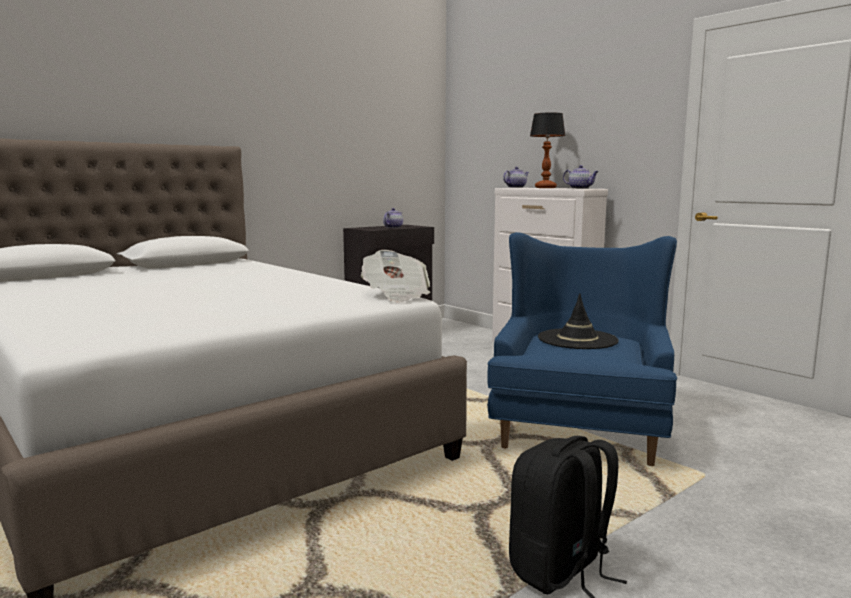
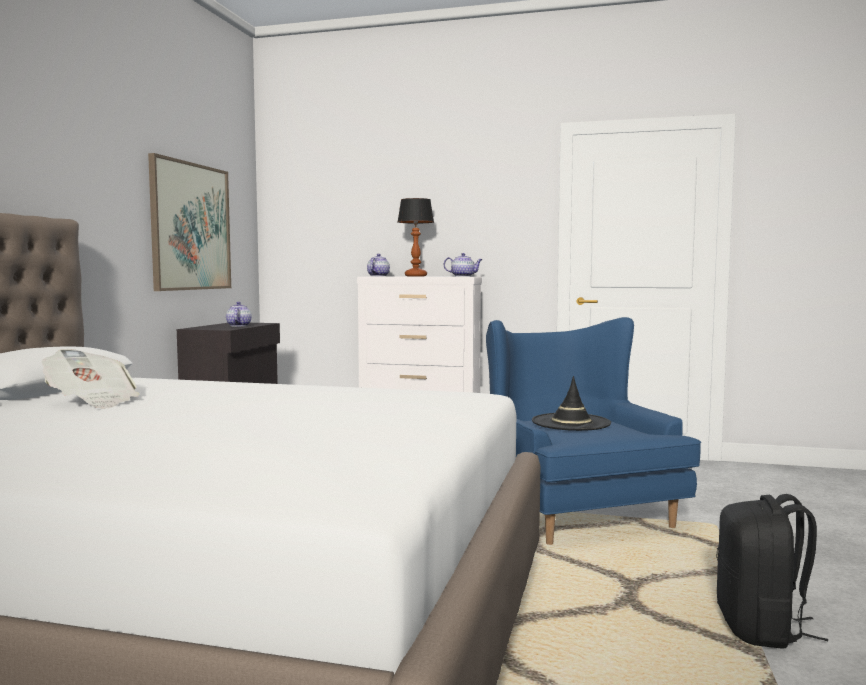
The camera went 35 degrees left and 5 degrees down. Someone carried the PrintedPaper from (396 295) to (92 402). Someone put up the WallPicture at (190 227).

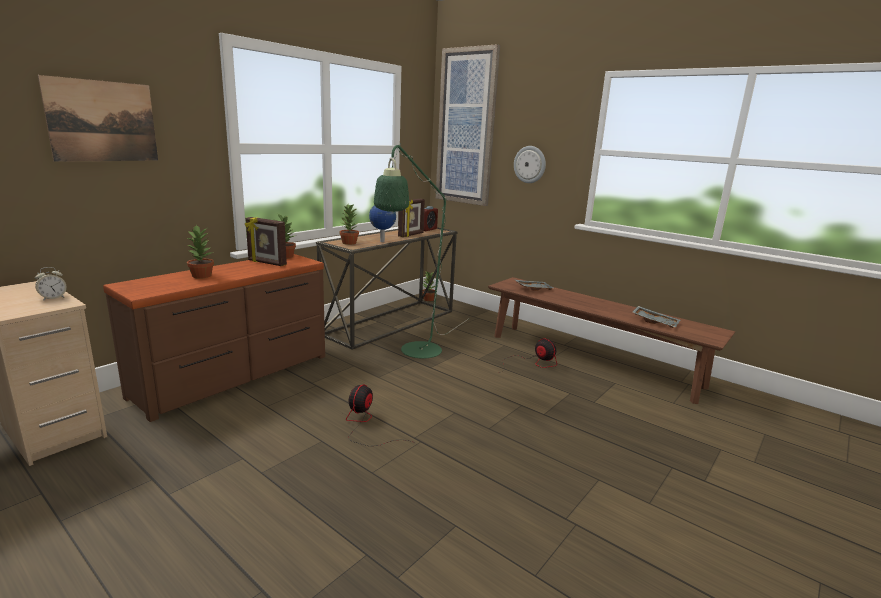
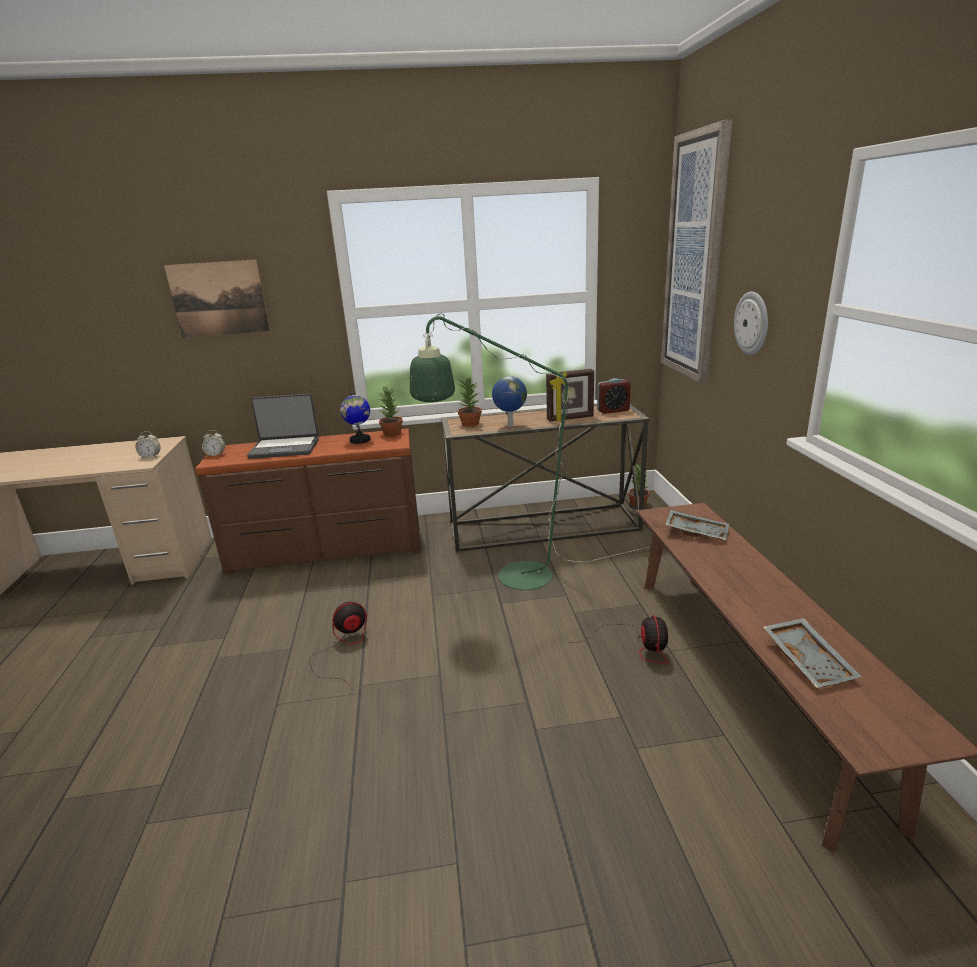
The camera went 45 degrees right and 5 degrees up. Someone put down the BedsideClock at (216 455). Someone swapped the PottedPlant at (202 276) for the NotebookComputer at (285 448). Someone swapped the PhotoFrame at (266 263) for the Globe at (360 440).

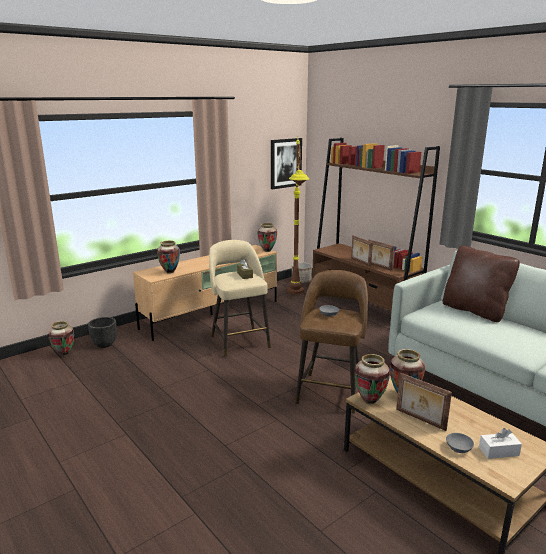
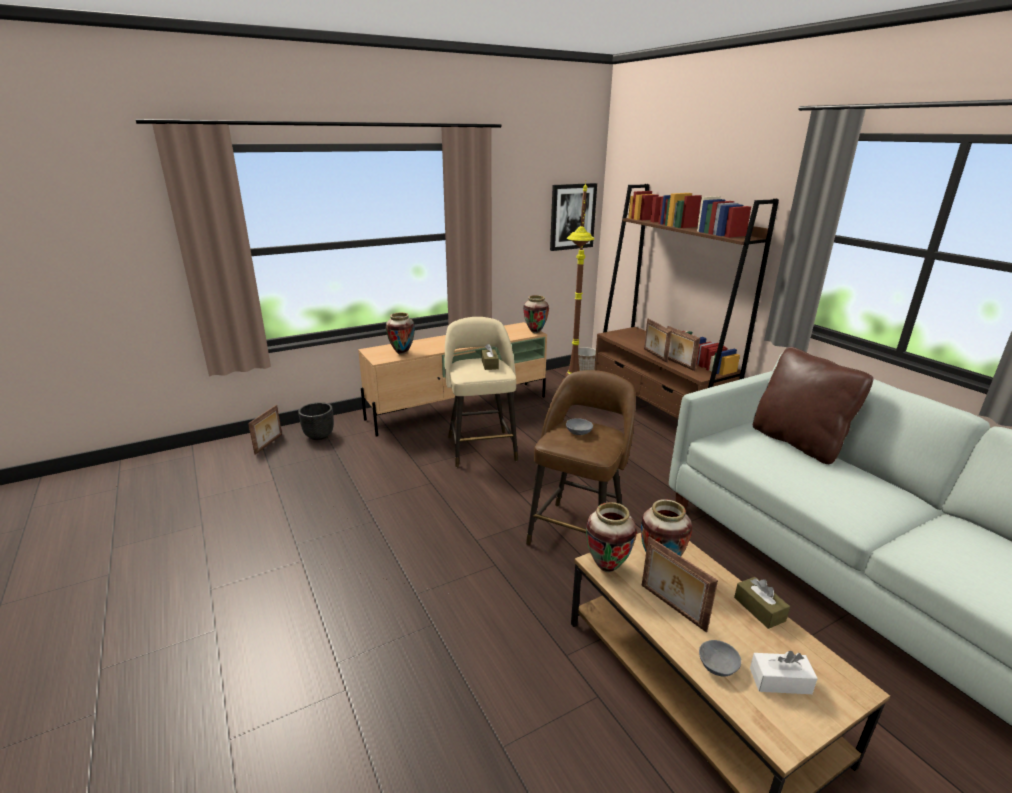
The camera went 10 degrees right and 5 degrees up. Someone swapped the Vase at (64 354) for the PhotoFrame at (269 444). Someone put down the BrownColouredBoxOfTissues at (759 609).

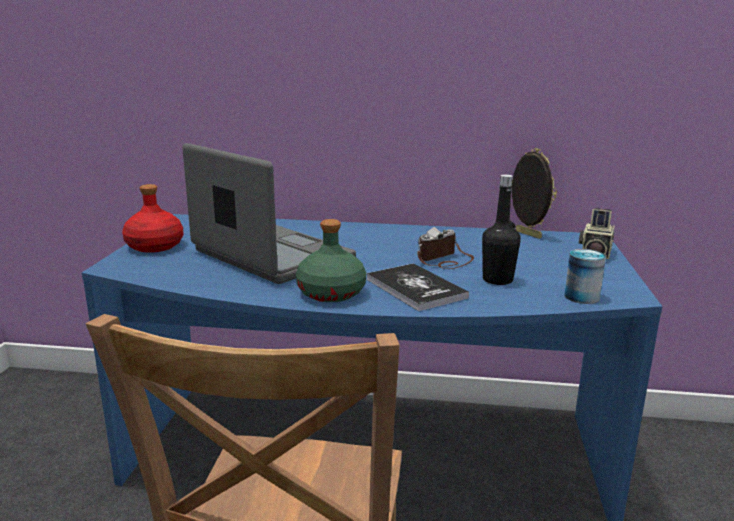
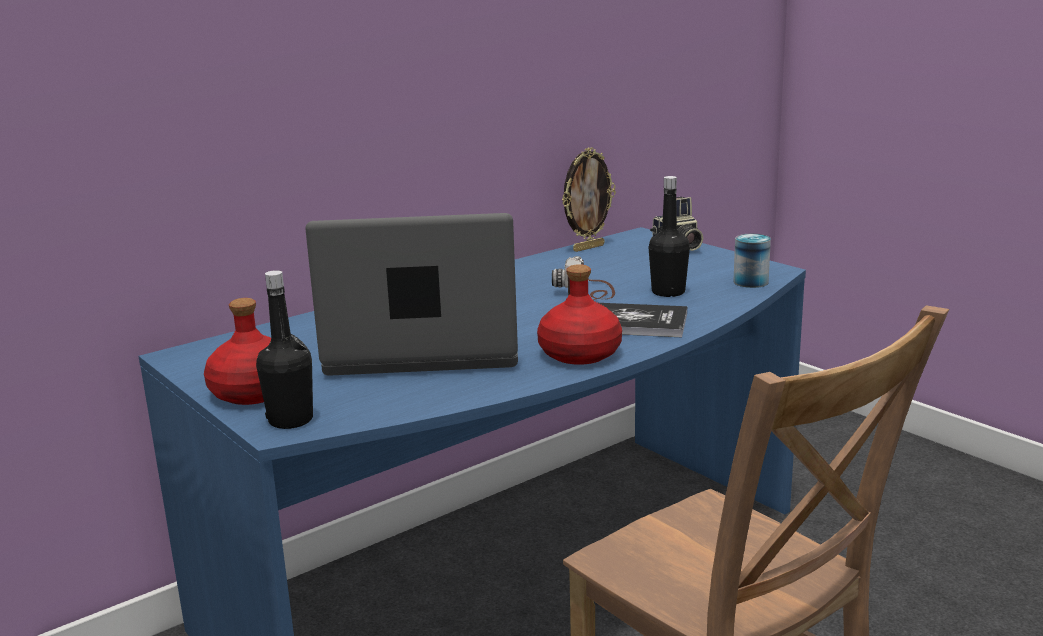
The camera went 45 degrees left and 0 degrees up. Someone put down the BlackColouredBeverageBottle at (291 420). Someone repainted the GreenBeverageBottle at (331 293), which became the ReddishBeverageBottle at (580 354). Someone rotated the PhotoFrame at (527 234) by 135 degrees clockwise.

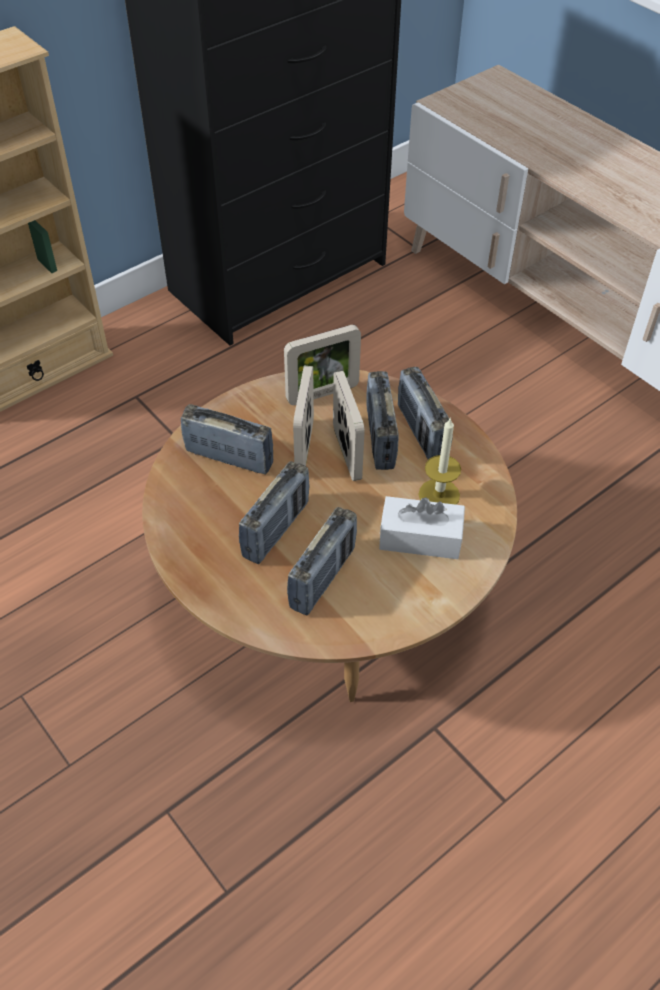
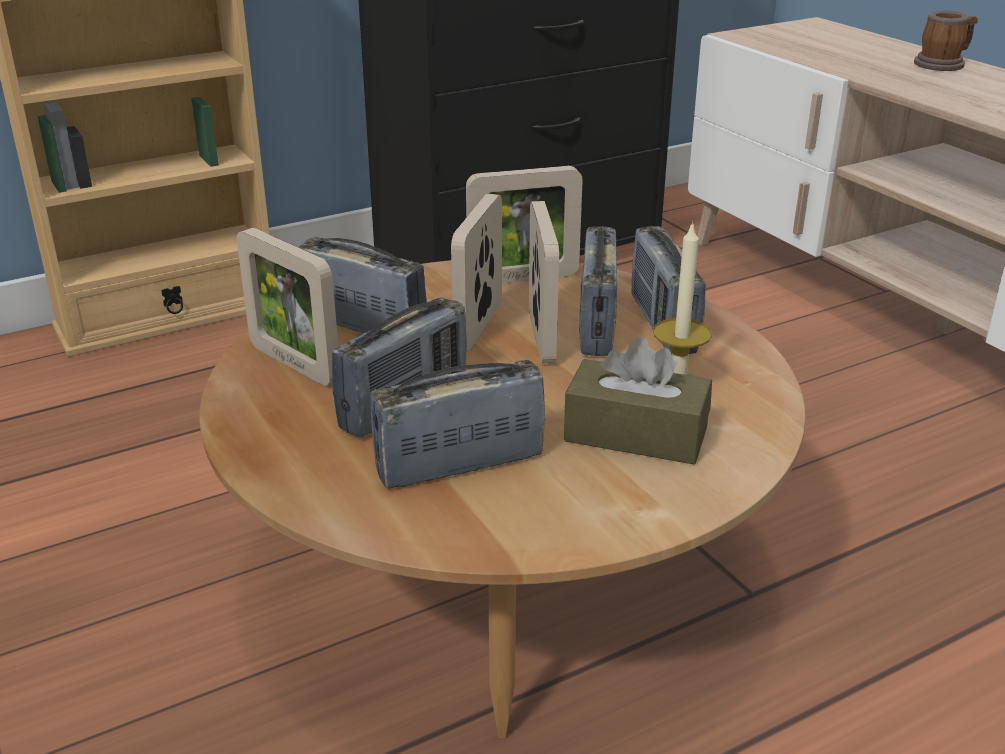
The camera went 10 degrees right and 20 degrees down. Someone put down the PhotoFrame at (294 364). Someone rotated the RadioSet at (323 578) by 150 degrees counterclockwise. Someone repainted the WhitishBoxOfTissues at (420 538), which became the BrownColouredBoxOfTissues at (635 434). Someone put down the Mug at (943 64).

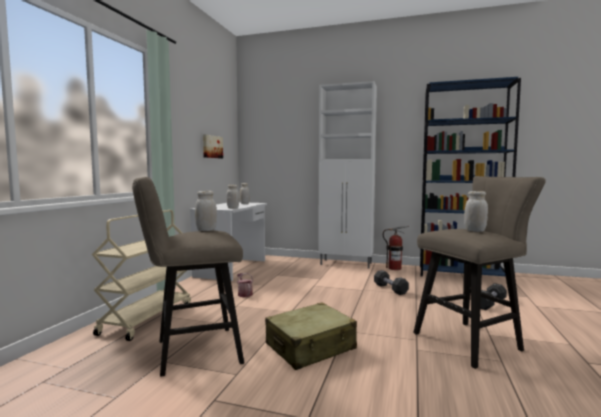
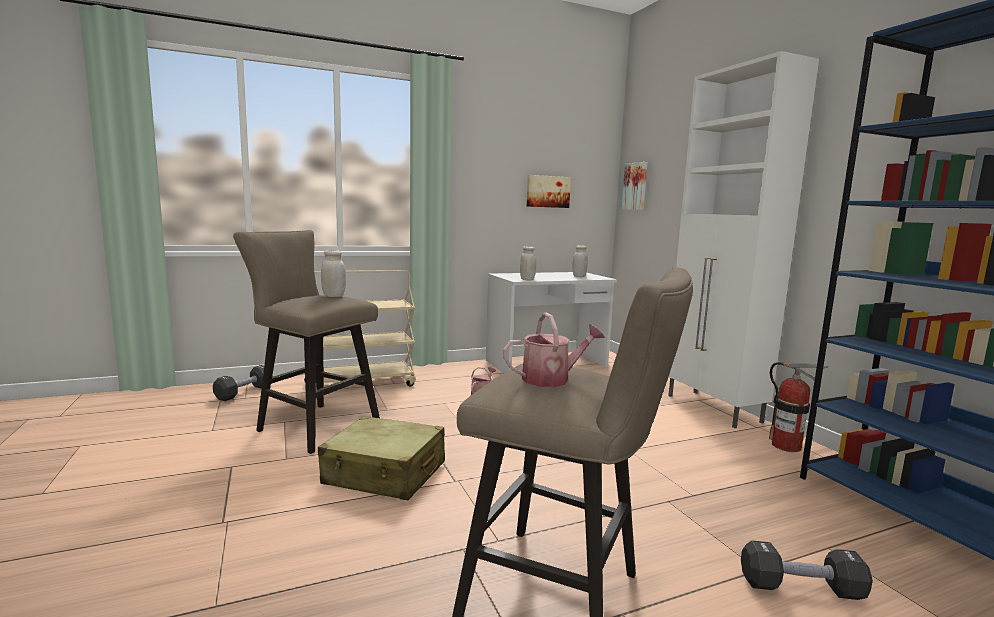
The camera went 50 degrees right and 5 degrees up. Someone carried the BlackColouredHandWeight from (390 289) to (244 392). Someone swapped the WhitishStorageJar at (475 231) for the WateringPot at (552 379). Someone put up the WallPicture at (636 186).

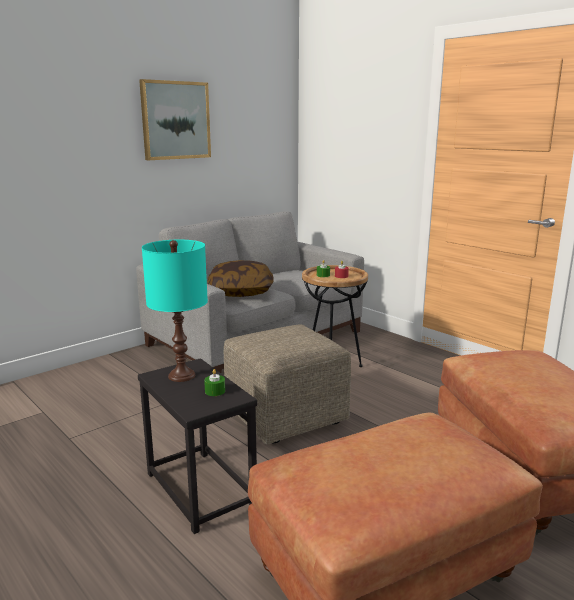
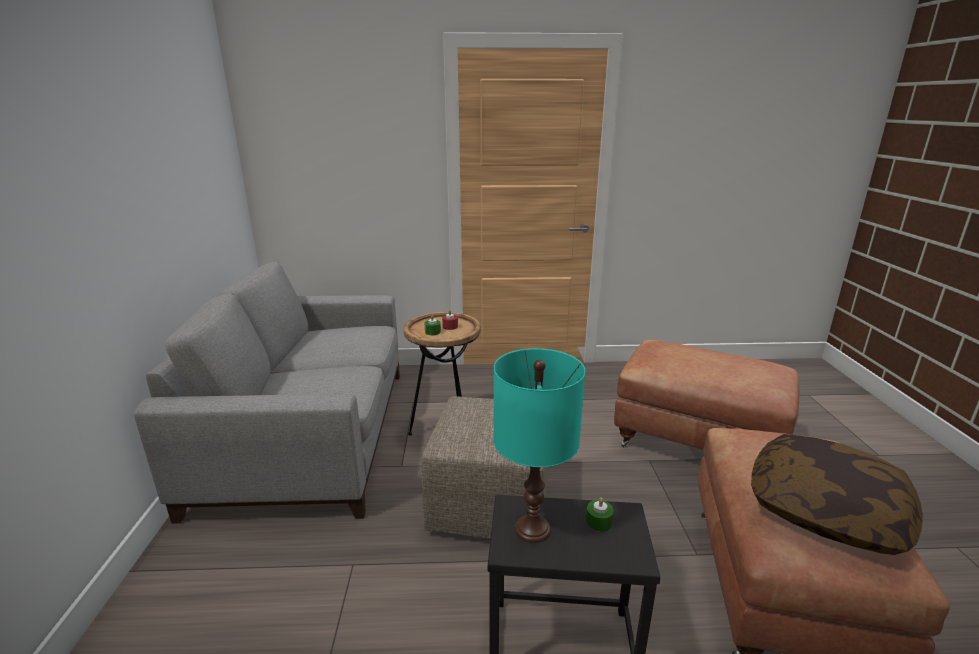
The camera went 50 degrees left and 5 degrees up. Someone carried the Cushion from (241 291) to (825 510). Someone took away the WallPicture at (175 120).

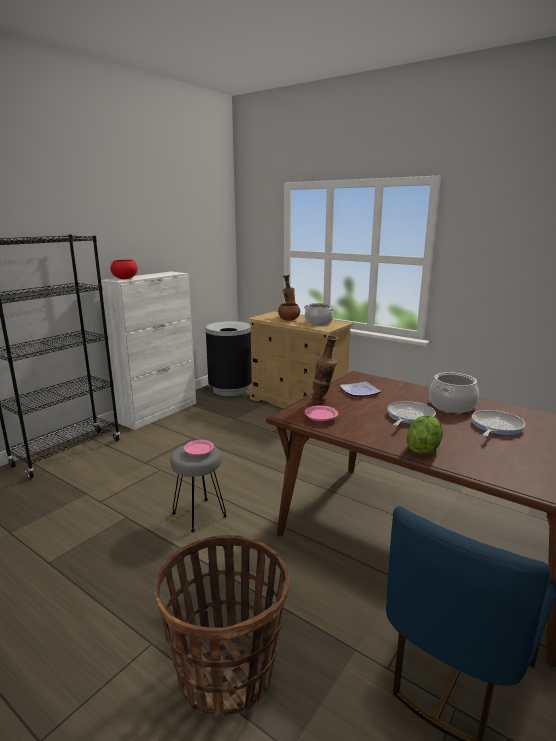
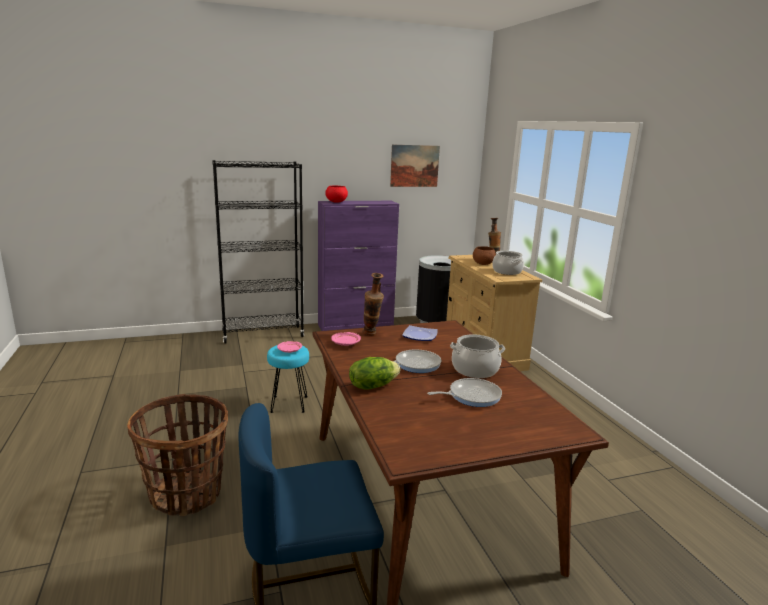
The camera went 35 degrees right and 0 degrees up. Someone repainted the GrayStool at (199 514), which became the TurquoiseStool at (289 404). Someone repainted the WhitishCupboard at (159 412), which became the PurpleCupboard at (356 326). Someone put up the WallPicture at (414 166).

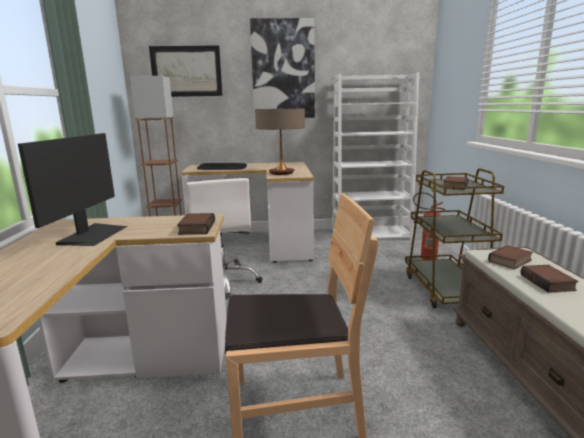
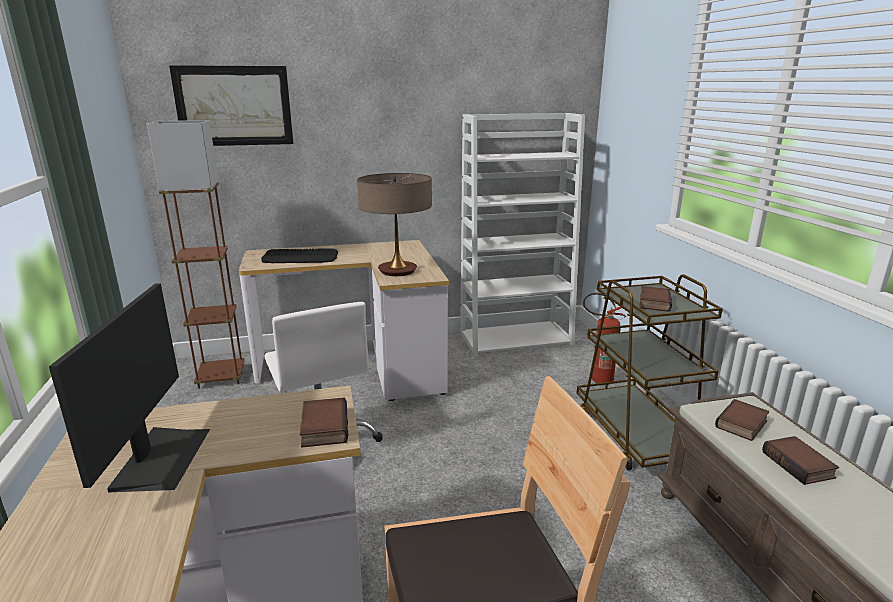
The camera went 10 degrees left and 5 degrees up. Someone took away the WallPicture at (283 70).

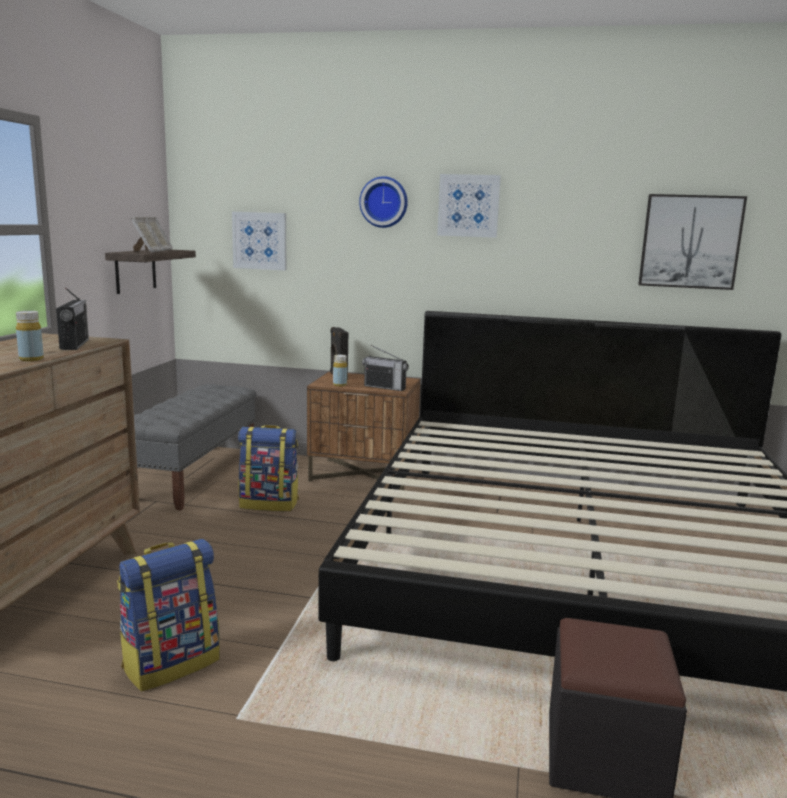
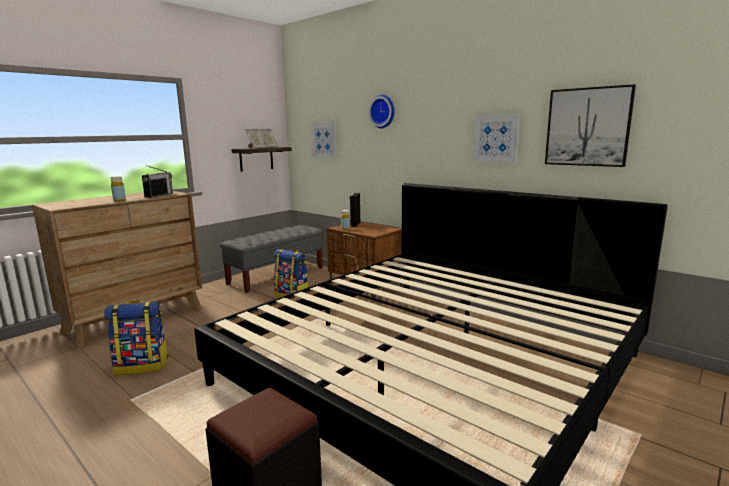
The camera went 30 degrees right and 0 degrees up. Someone carried the WallPicture from (468 206) to (496 138). Someone took away the RadioSet at (385 387).

